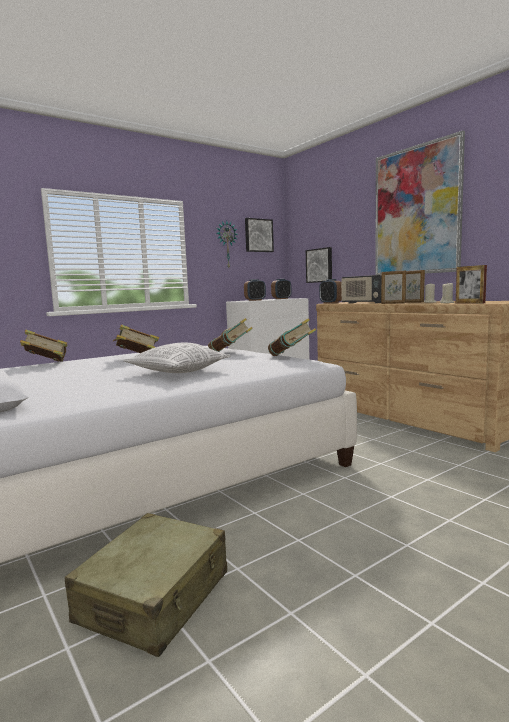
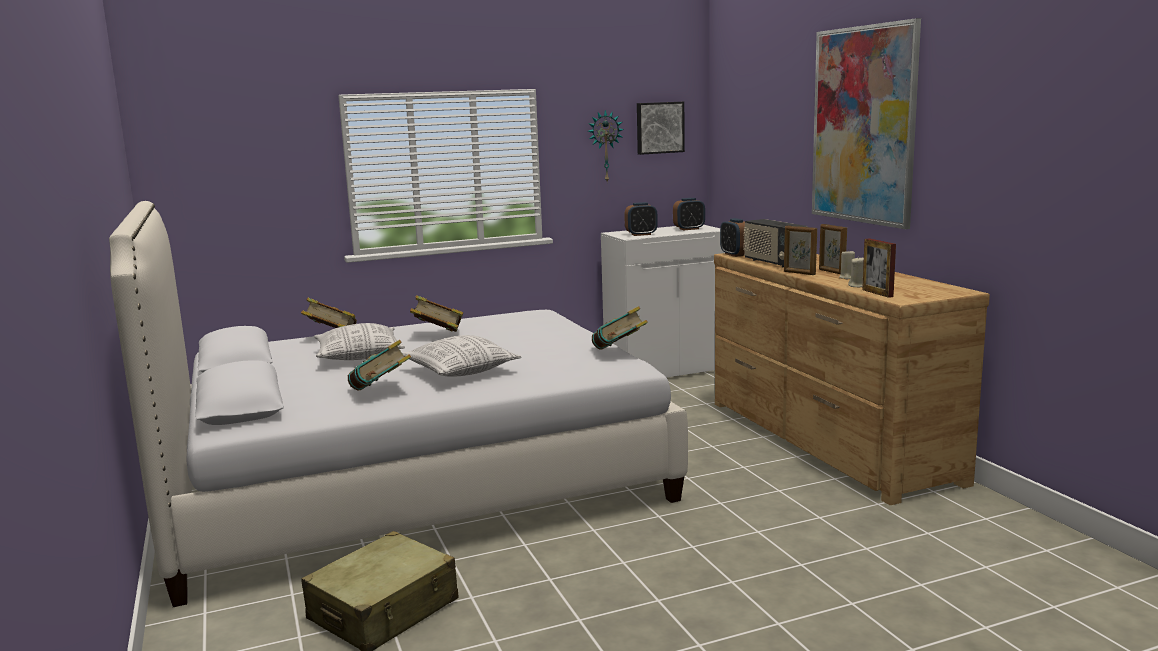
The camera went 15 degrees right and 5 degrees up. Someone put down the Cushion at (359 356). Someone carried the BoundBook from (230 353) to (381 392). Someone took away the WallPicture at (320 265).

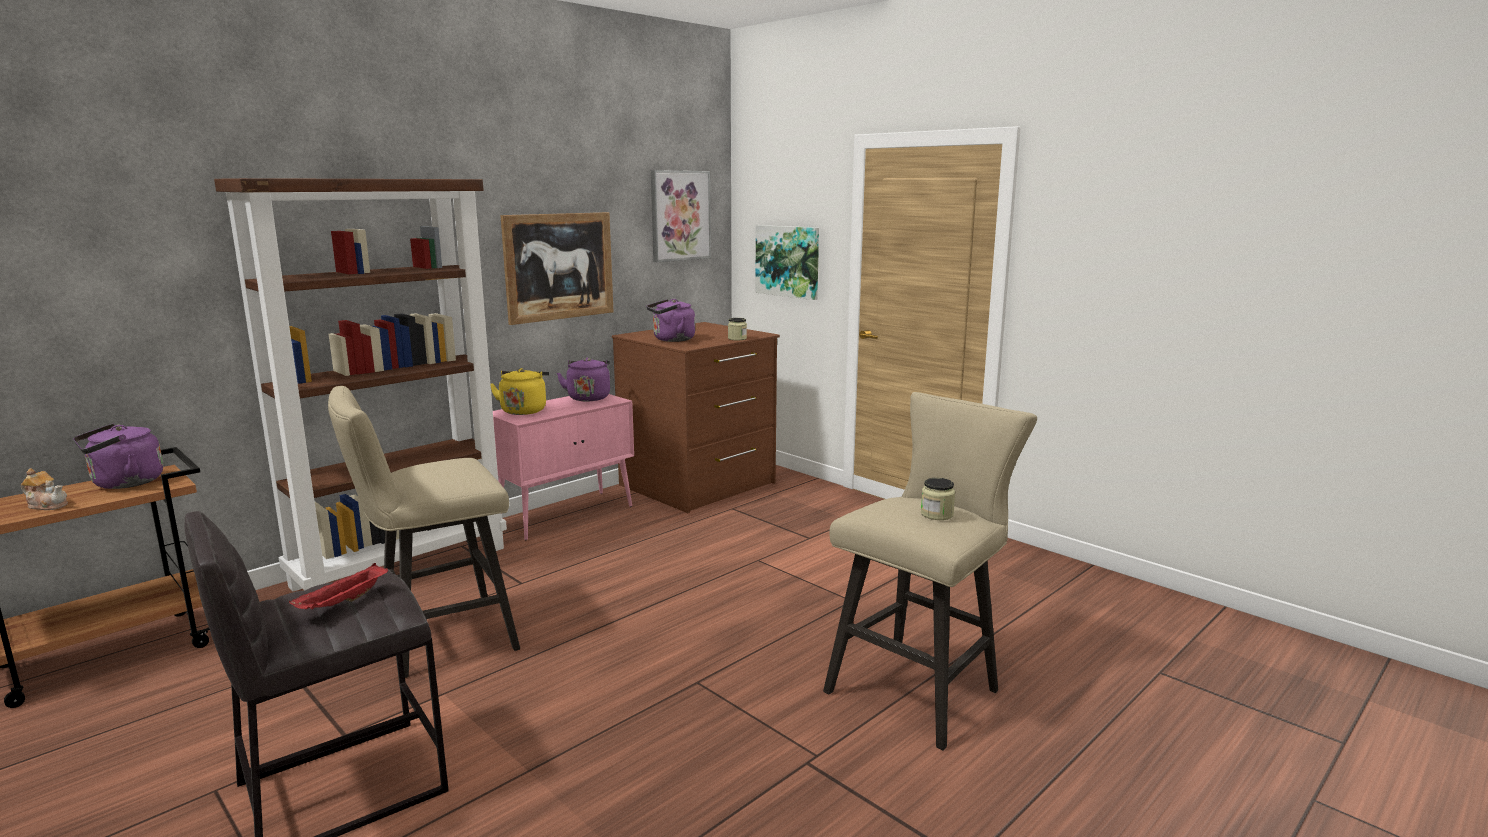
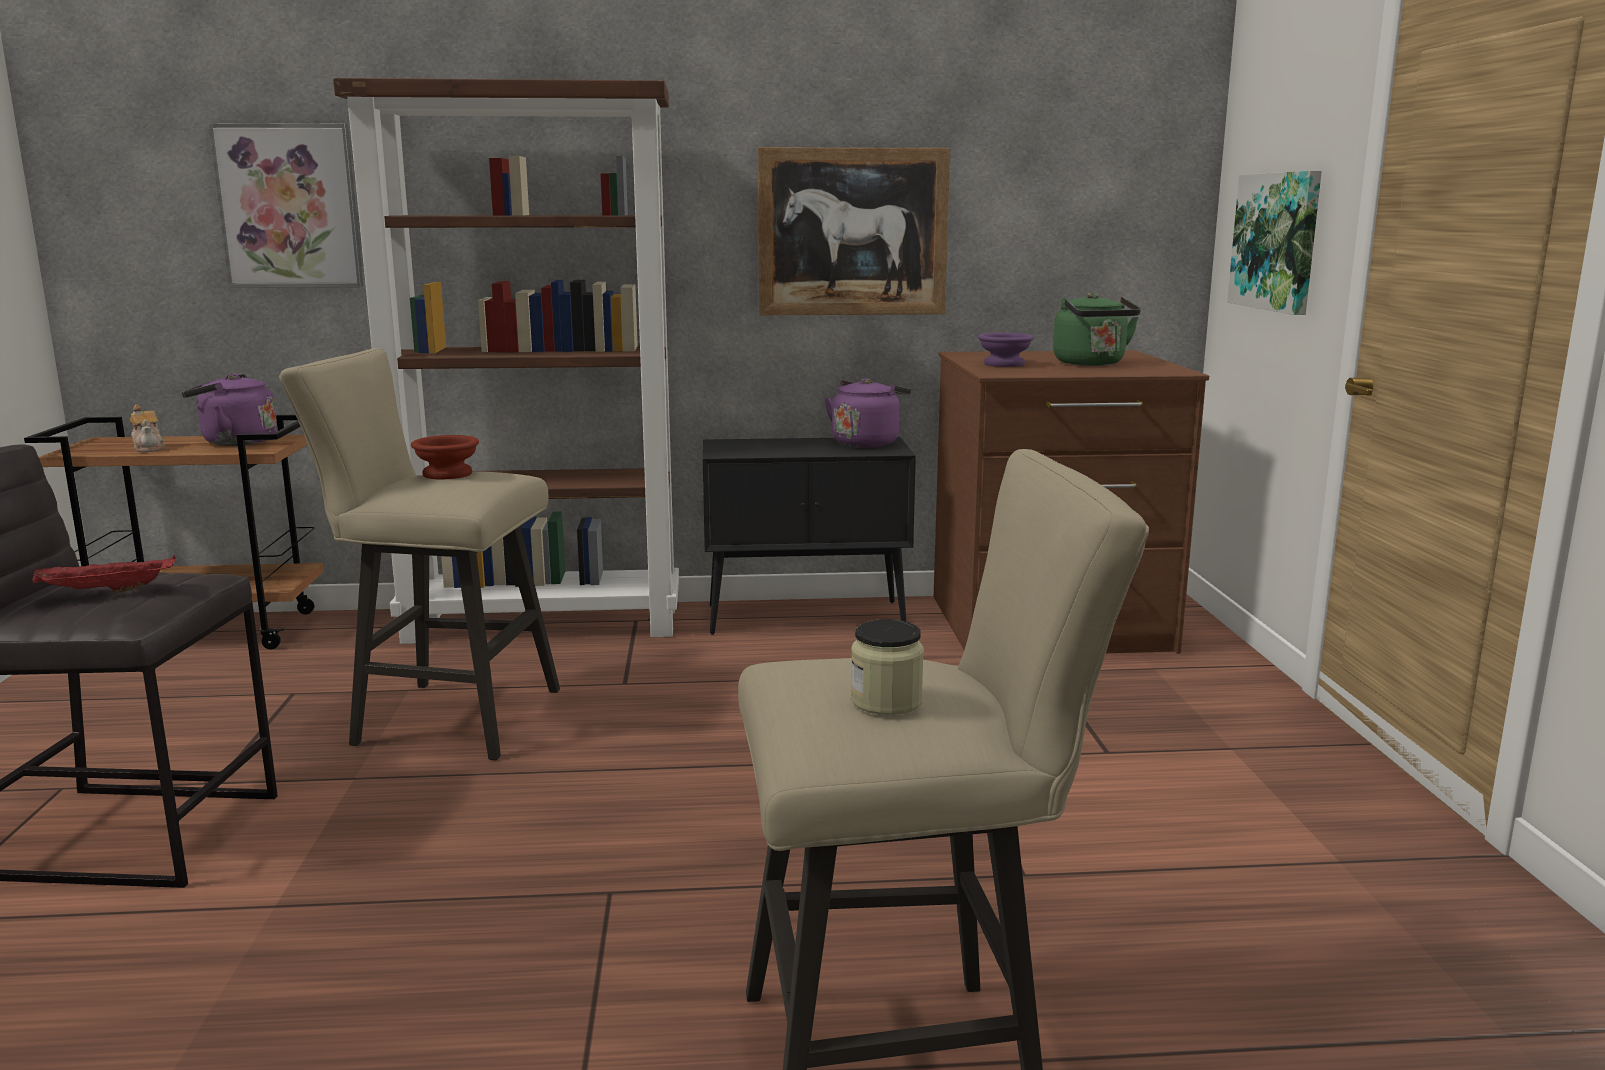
The camera went 40 degrees right and 0 degrees up. Someone carried the WallPicture from (680 215) to (289 206). Someone put down the BrownColouredDeepDish at (449 474). Someone repainted the PinkCupboard at (567 515), which became the BlackColouredCupboard at (807 617). Someone swapped the PurpleWaterKettle at (671 340) for the PurpleDeepDish at (1003 364). Someone put down the GreenWaterKettle at (1092 364). Someone took away the YellowishWaterKettle at (524 410). Someone took away the StorageJar at (737 339).

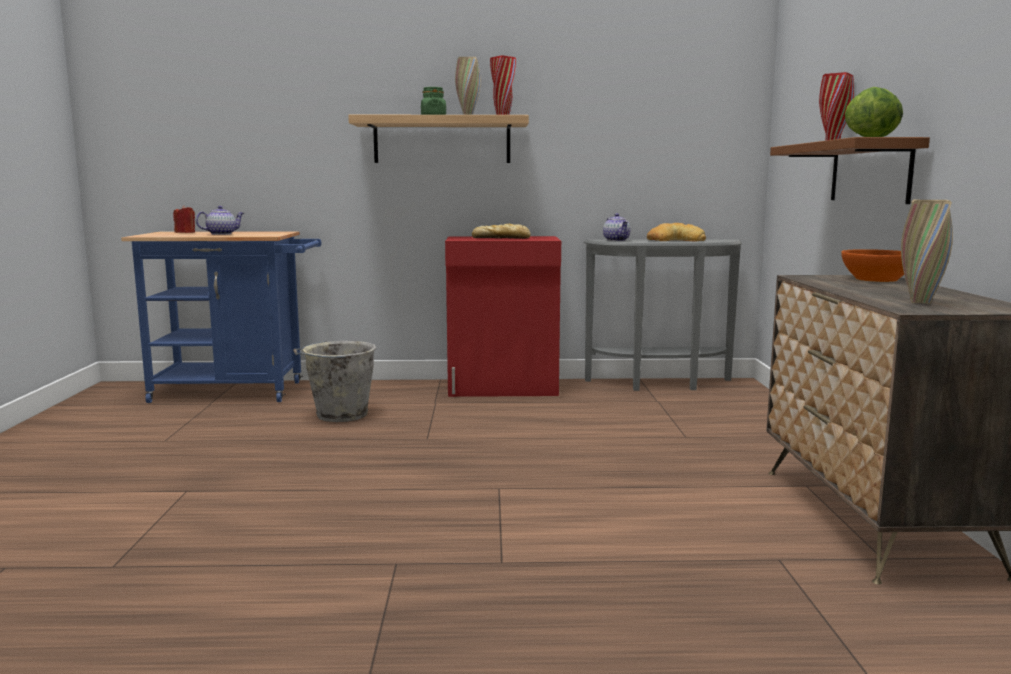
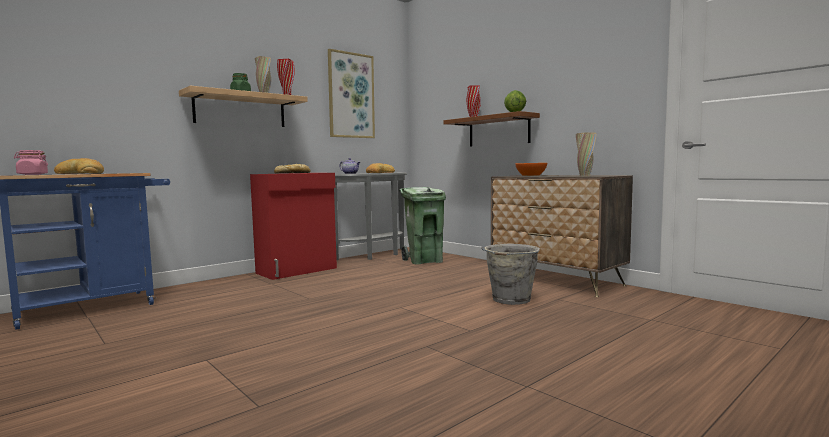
The camera went 40 degrees left and 5 degrees down. Someone swapped the ReddishCandle at (185 232) for the PinkStorageJar at (32 174). Someone swapped the TeaPot at (221 234) for the Bread at (81 173). Someone put up the WallPicture at (351 95). Someone put down the GreenWasteBin at (424 260). Someone carried the GrayWaterBucket from (339 415) to (510 299).

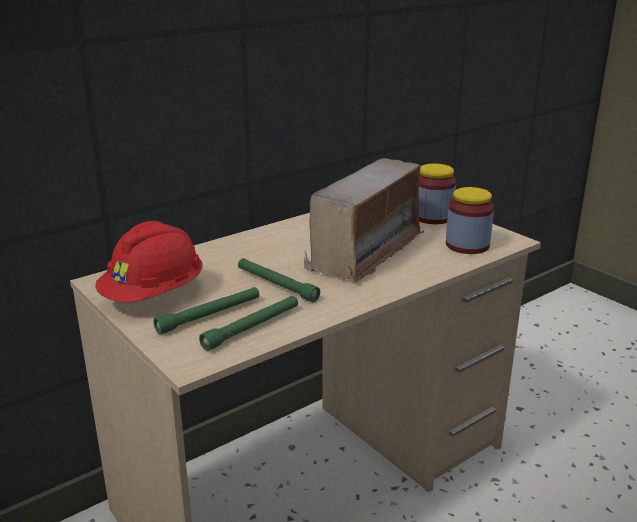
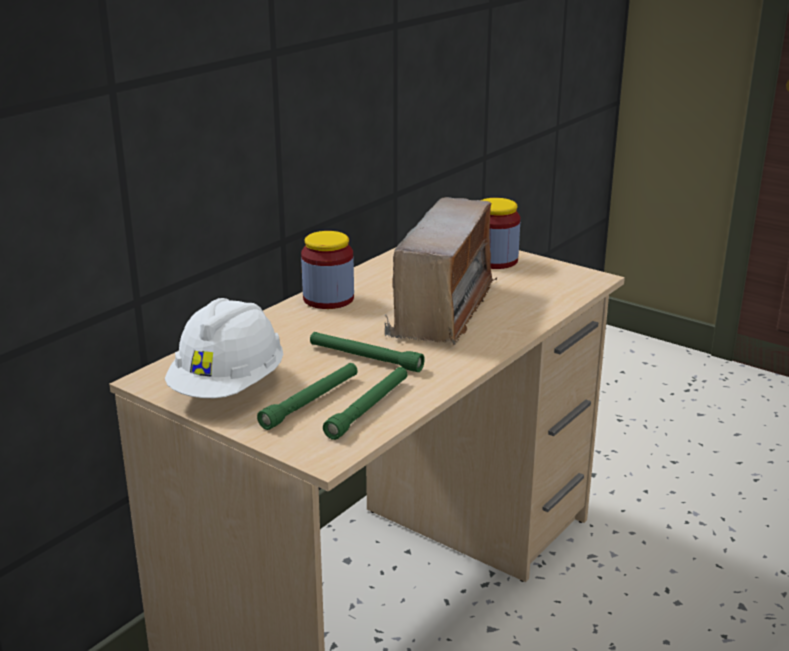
The camera went 15 degrees left and 0 degrees up. Someone repainted the ReddishHardHat at (154 295), which became the WhitishHardHat at (229 388). Someone carried the StorageJar from (467 245) to (328 299).

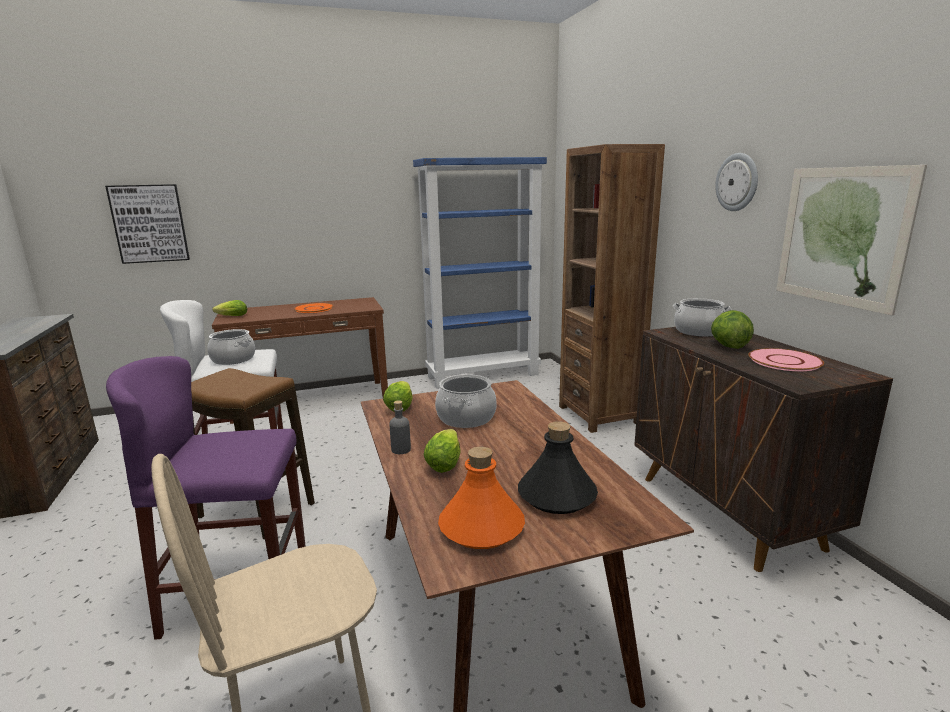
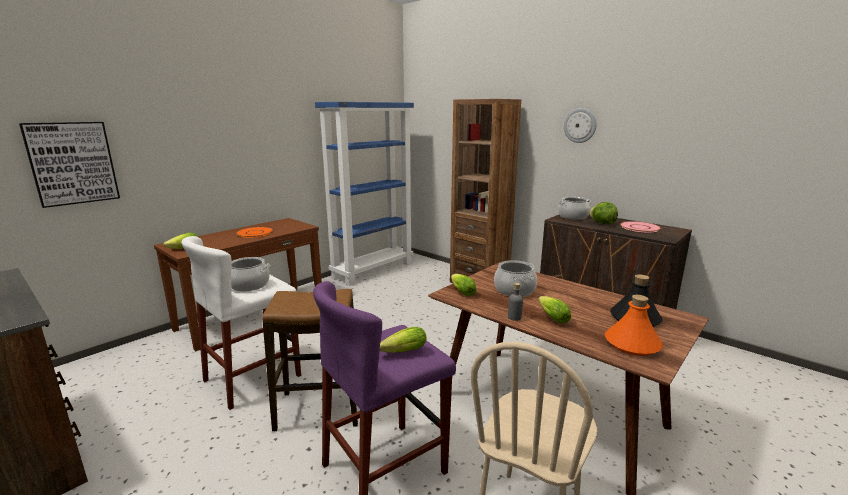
The camera went 30 degrees left and 0 degrees up. Someone put down the HeadOfLettuce at (401 352). Someone took away the WallPicture at (841 236).

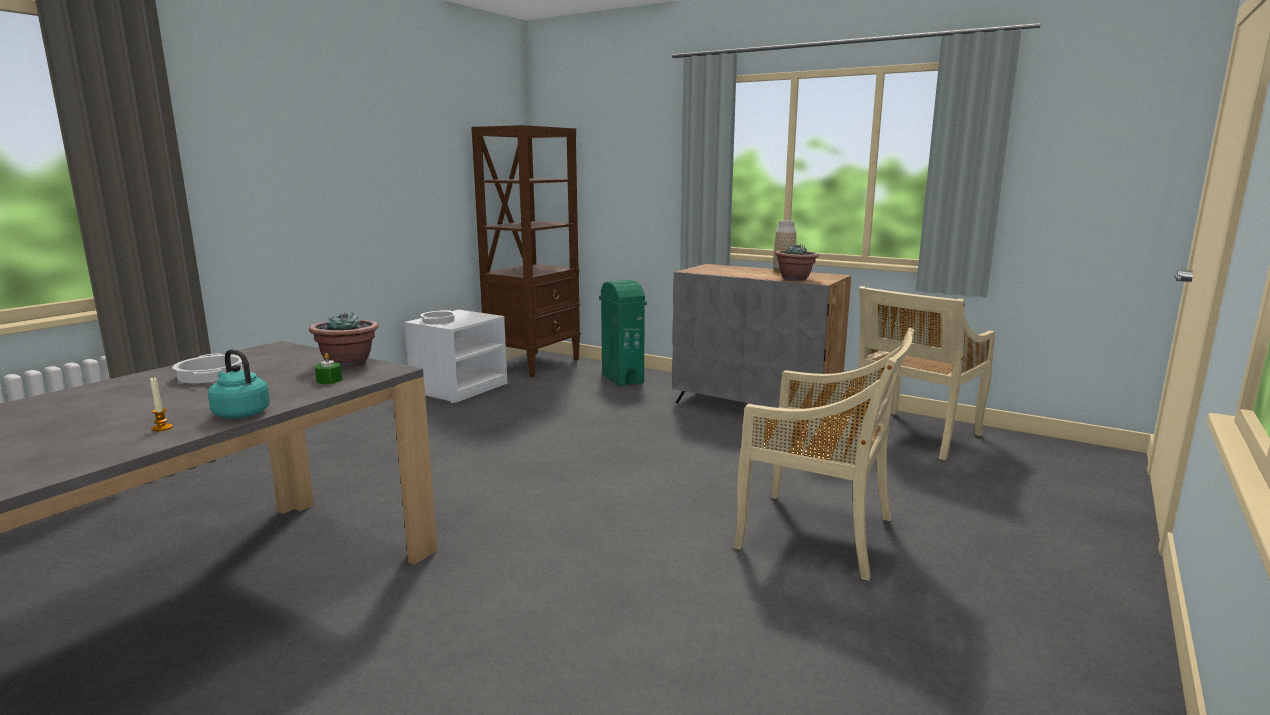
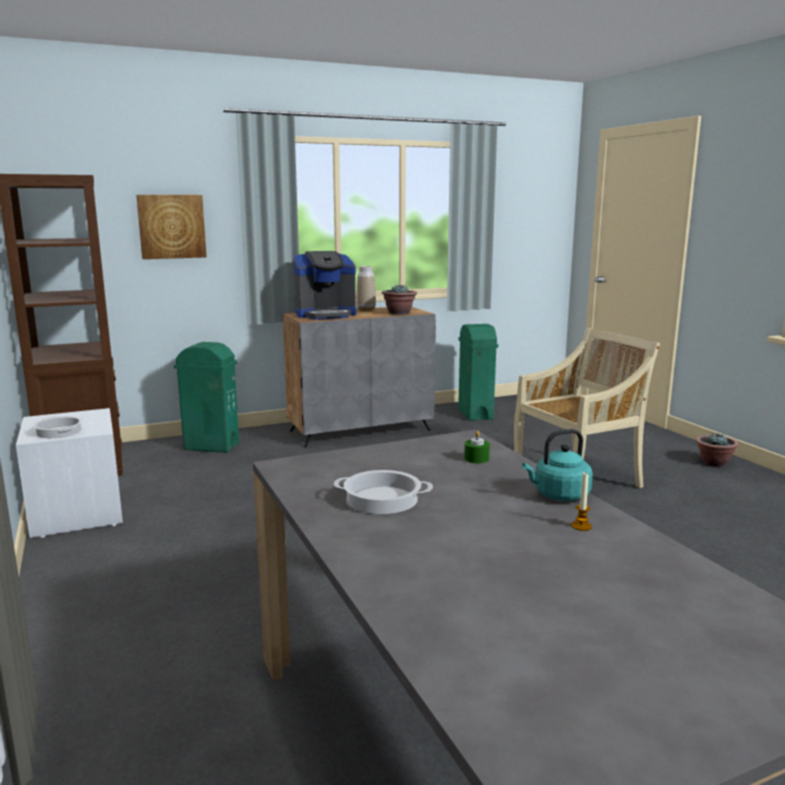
The camera went 55 degrees left and 0 degrees up. Someone put up the WallPicture at (171 226). Someone put down the CoffeeMaker at (325 315). Someone swapped the BeigeUprightChair at (914 435) for the GreenWasteBin at (475 415). Someone carried the PottedPlant from (348 364) to (713 463).

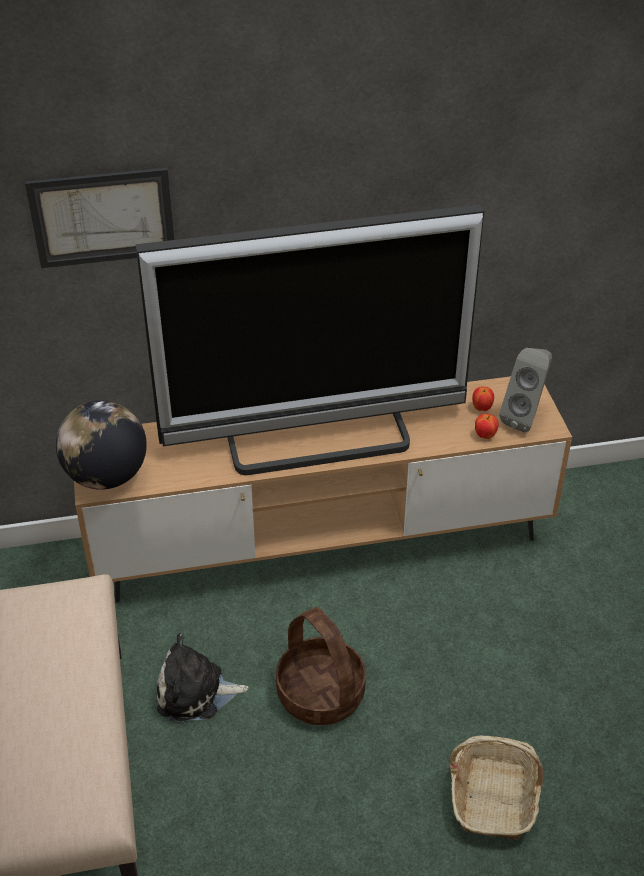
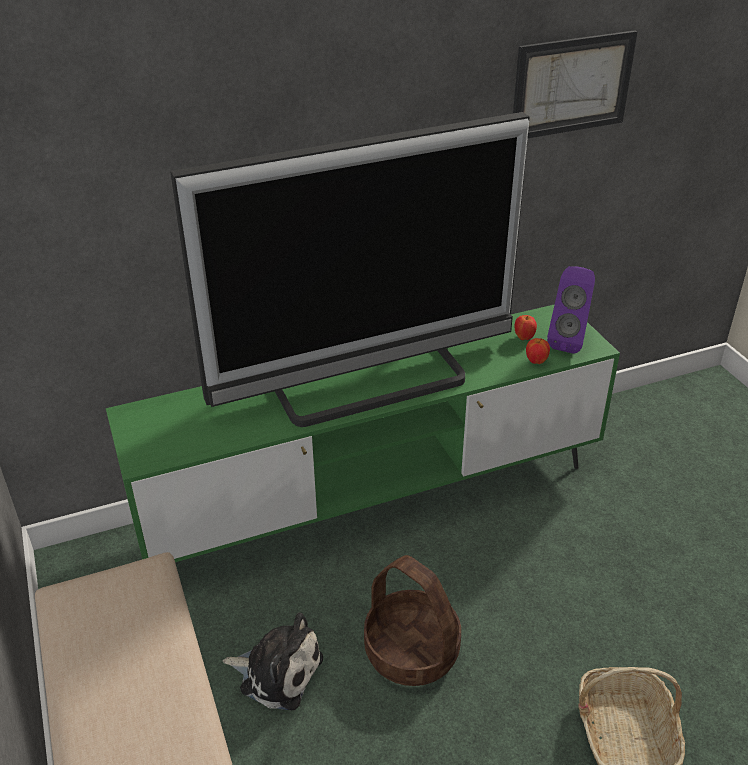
The camera went 10 degrees left and 5 degrees down. Someone repainted the BrownColouredTvUnit at (321 545), which became the GreenTvUnit at (374 500). Someone rotated the PlushToy at (195 693) by 150 degrees counterclockwise. Someone carried the WallPicture from (102 217) to (572 85). Someone repainted the GrayLoudspeaker at (525 418), which became the PurpleLoudspeaker at (569 341). Someone took away the Globe at (106 476).

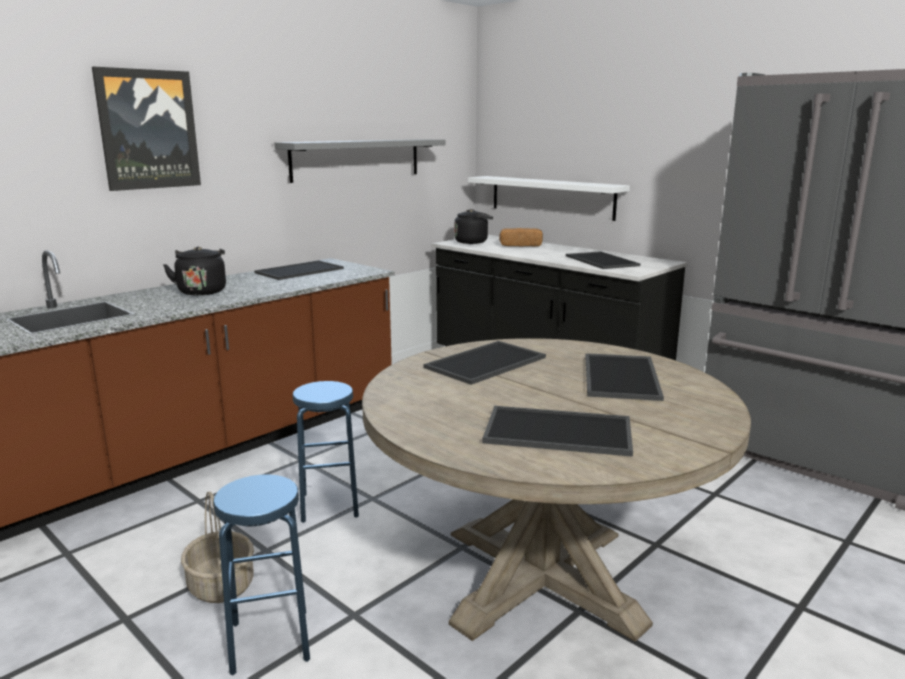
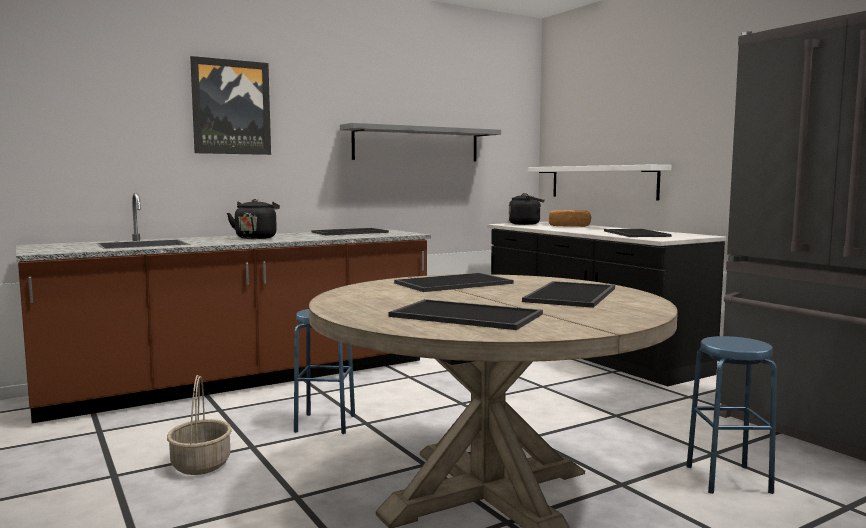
The camera went 15 degrees right and 10 degrees down. Someone carried the BlueColouredStool from (269 641) to (728 479).

